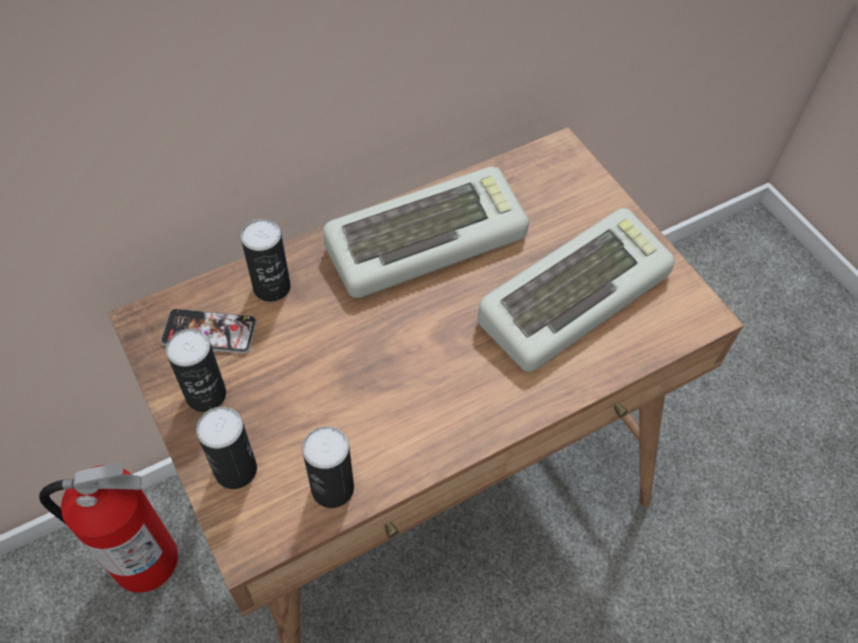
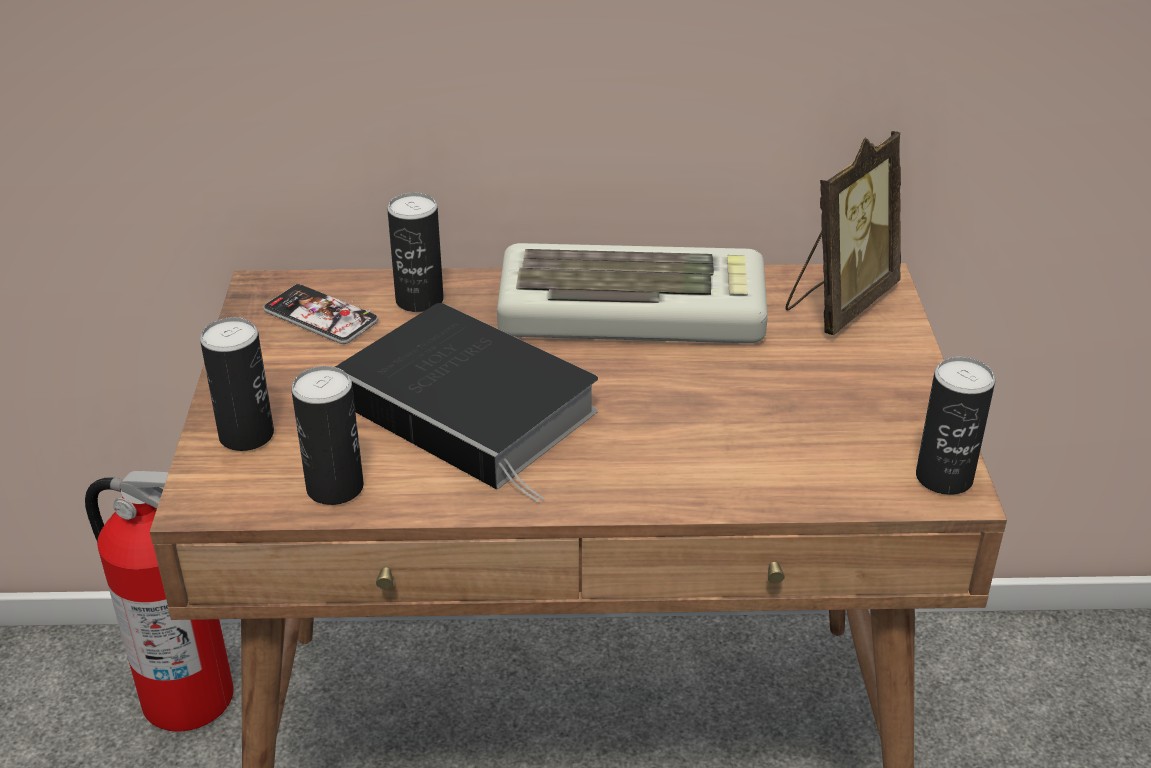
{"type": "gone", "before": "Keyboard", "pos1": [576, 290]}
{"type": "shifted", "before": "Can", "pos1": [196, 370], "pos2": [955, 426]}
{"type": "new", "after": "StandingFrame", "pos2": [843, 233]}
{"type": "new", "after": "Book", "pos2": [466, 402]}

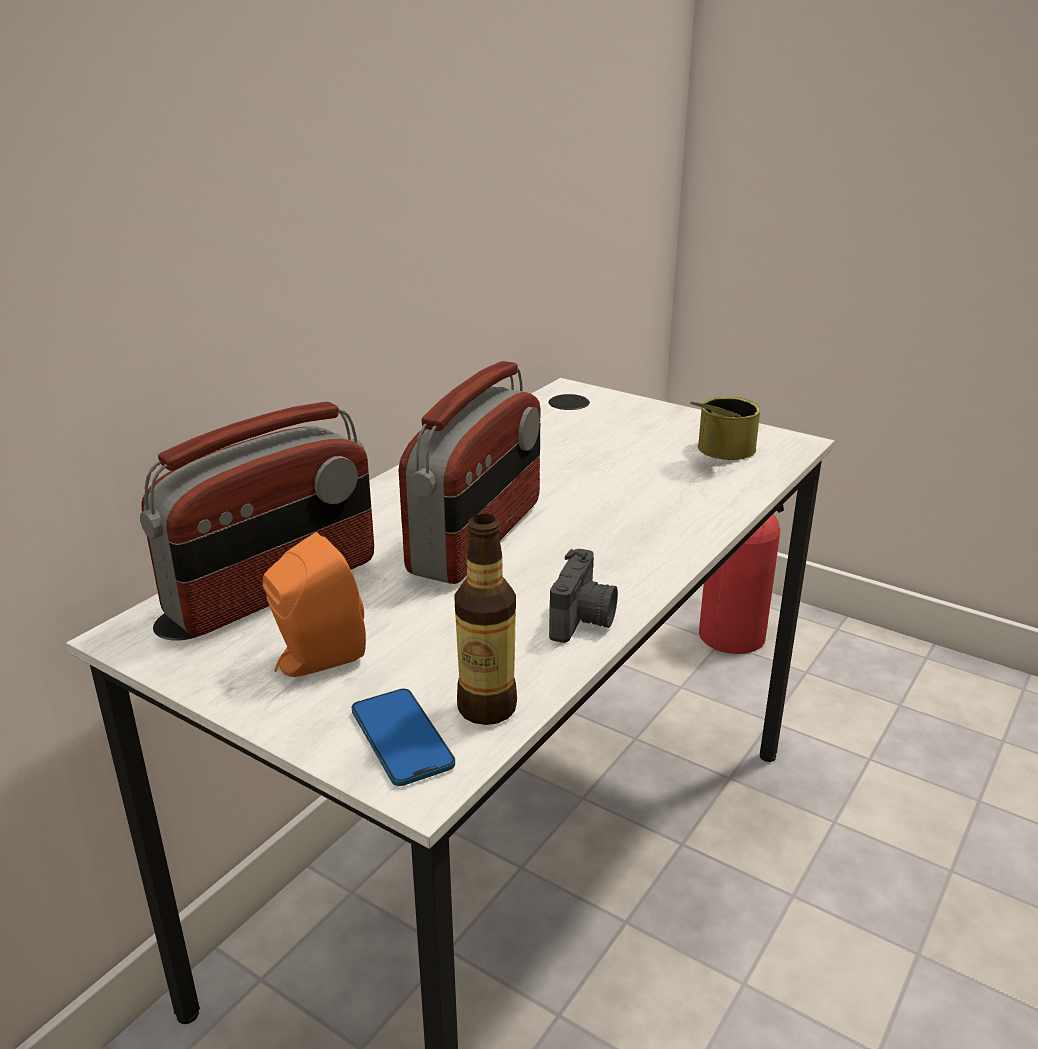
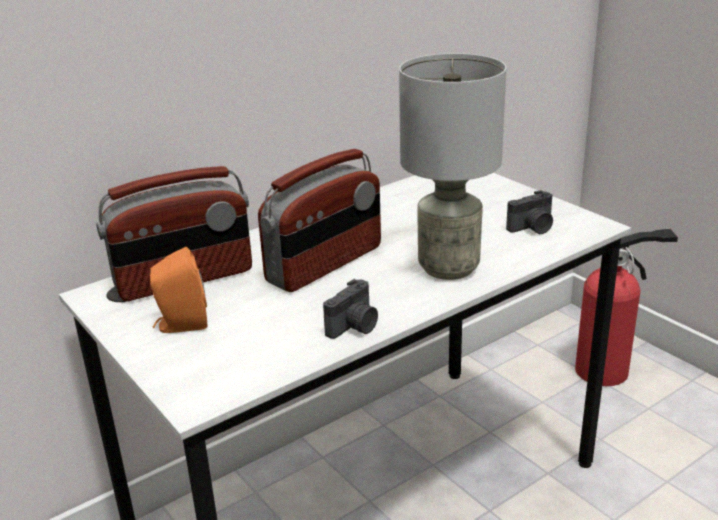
{"type": "swapped", "before": "Can", "after": "PhotoCamera", "pos1": [725, 428], "pos2": [529, 212]}
{"type": "gone", "before": "Bottle", "pos1": [485, 619]}
{"type": "gone", "before": "Handset", "pos1": [403, 737]}
{"type": "new", "after": "GreyishTableLamp", "pos2": [453, 166]}

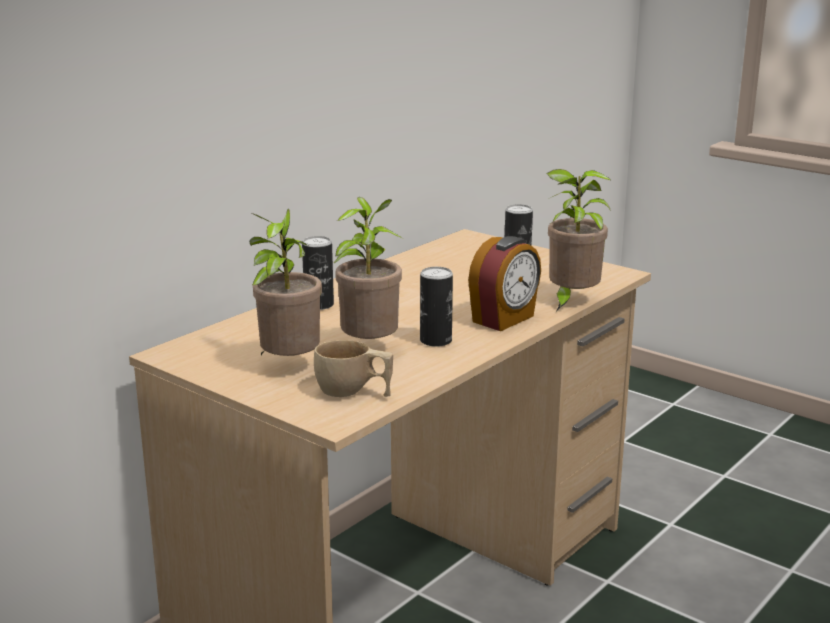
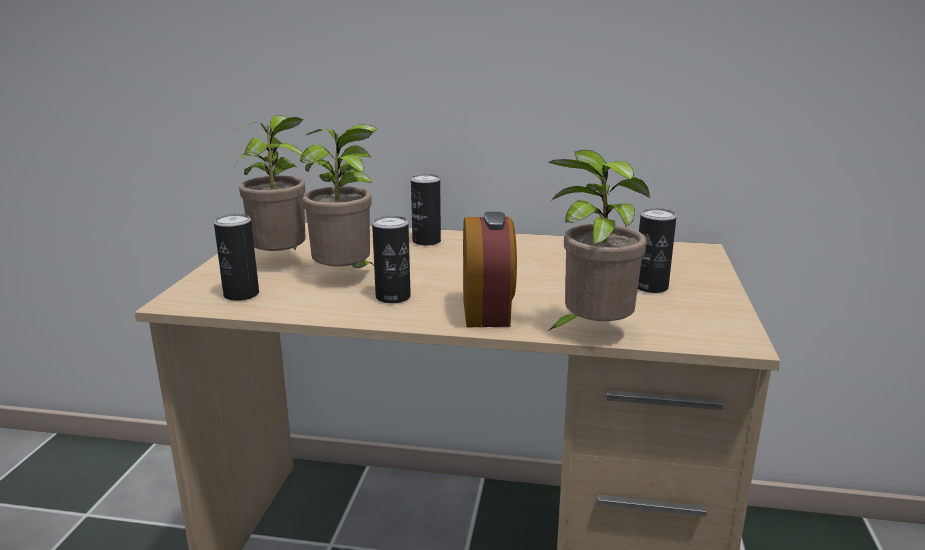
{"type": "rotated", "before": "TableClock", "pos1": [504, 283], "pos2": [490, 270], "turn": -105}
{"type": "swapped", "before": "BeigeSmallCup", "after": "Can", "pos1": [353, 368], "pos2": [236, 257]}

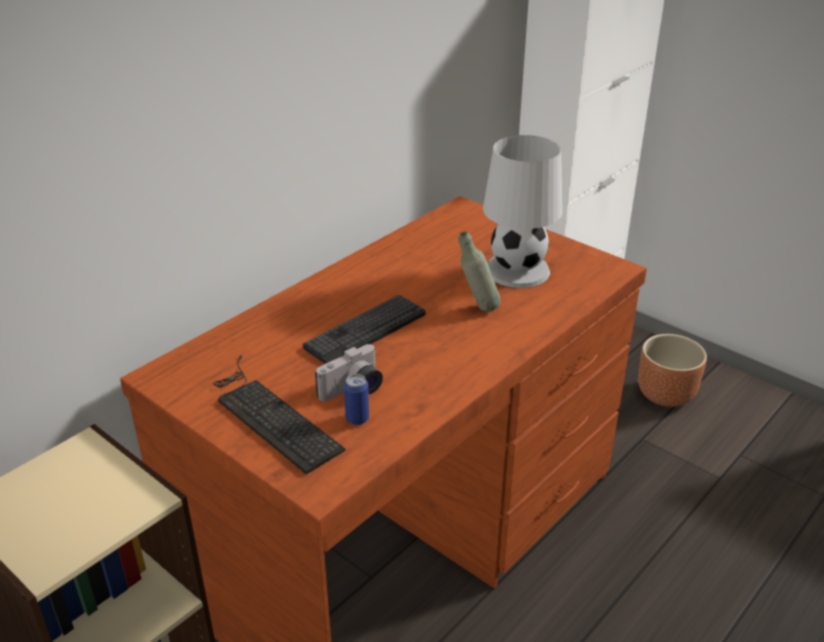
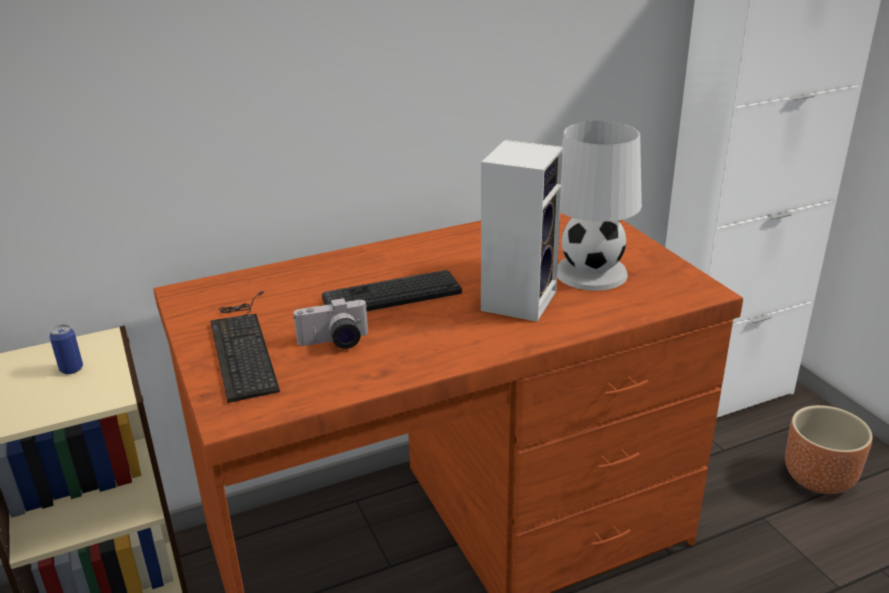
{"type": "swapped", "before": "GreyishBottle", "after": "AudioSpeaker", "pos1": [479, 271], "pos2": [522, 231]}
{"type": "shifted", "before": "Can", "pos1": [356, 399], "pos2": [66, 349]}

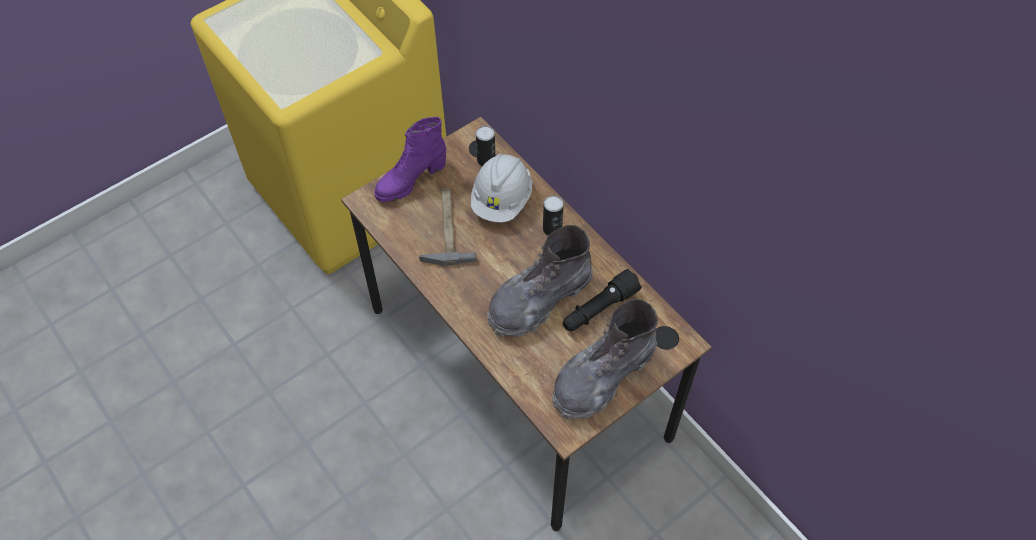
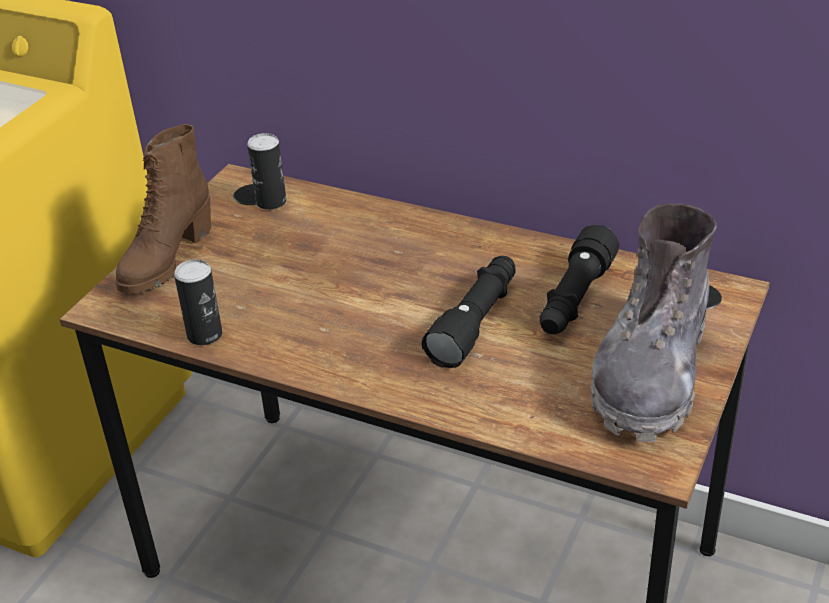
{"type": "repainted", "before": "PurplishBoot", "after": "BrownishBoot", "pos1": [410, 159], "pos2": [163, 209]}
{"type": "gone", "before": "WhiteWorkHelmet", "pos1": [501, 187]}
{"type": "gone", "before": "ToolHammer", "pos1": [448, 227]}
{"type": "shifted", "before": "Can", "pos1": [553, 215], "pos2": [198, 302]}
{"type": "swapped", "before": "GreyishBoot", "after": "BlackHandTorch", "pos1": [540, 281], "pos2": [469, 312]}

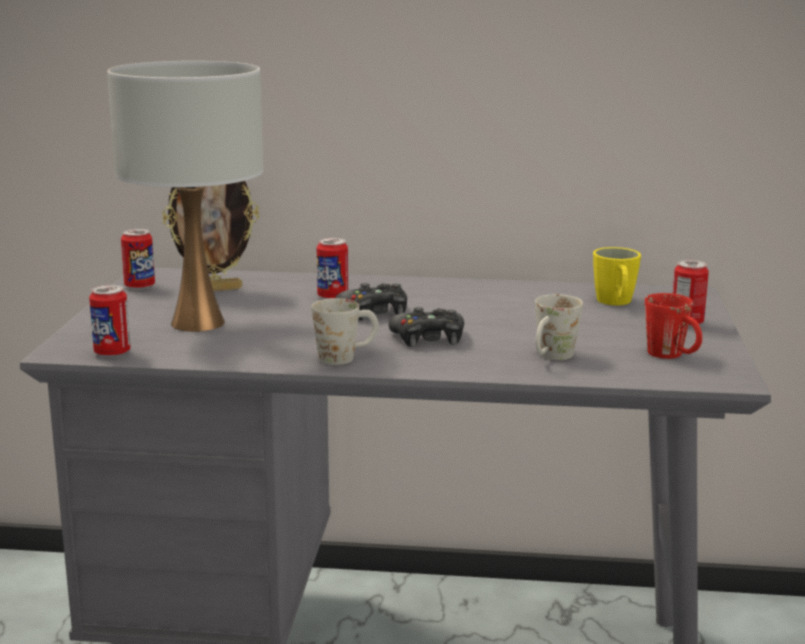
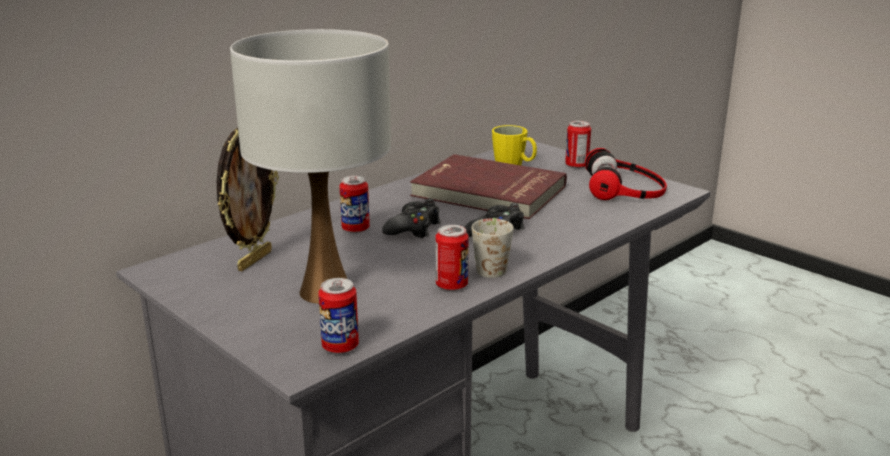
{"type": "shifted", "before": "Can", "pos1": [138, 259], "pos2": [452, 258]}
{"type": "swapped", "before": "RedColouredCoffeeMug", "after": "Headset", "pos1": [673, 326], "pos2": [626, 174]}
{"type": "gone", "before": "WhiteCoffeeMug", "pos1": [559, 327]}
{"type": "new", "after": "RedColouredBook", "pos2": [488, 186]}

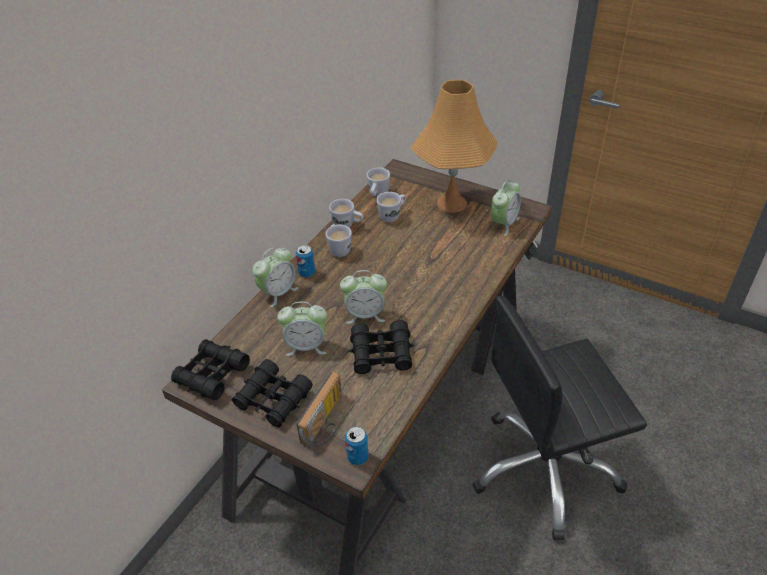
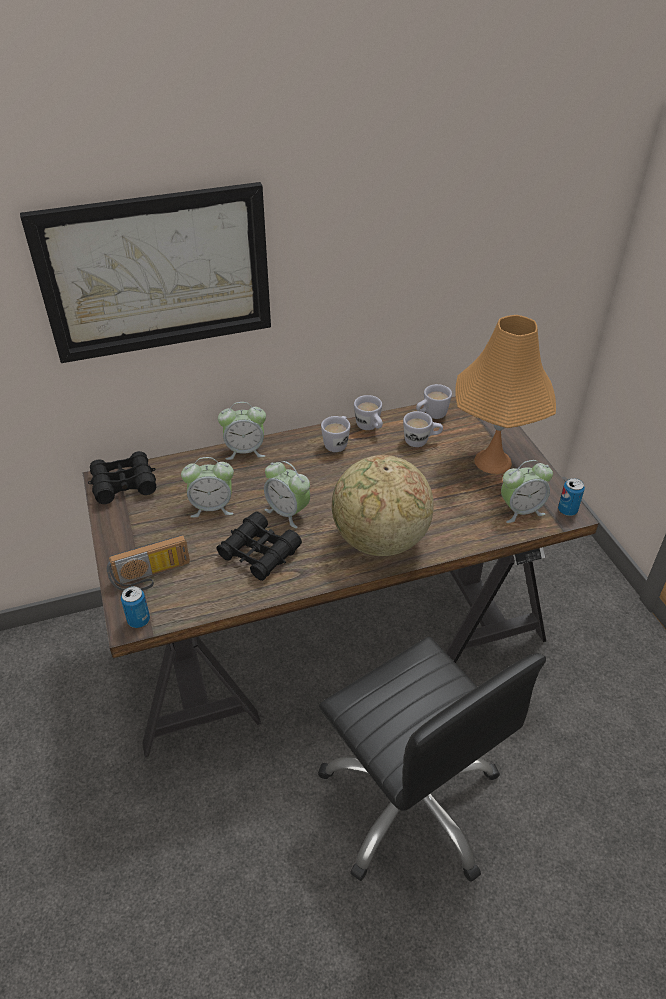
{"type": "shifted", "before": "Can", "pos1": [305, 261], "pos2": [571, 497]}
{"type": "rotated", "before": "BlackComputerChair", "pos1": [559, 418], "pos2": [432, 759], "turn": -150}
{"type": "rotated", "before": "TableClock", "pos1": [302, 328], "pos2": [207, 487], "turn": -45}
{"type": "gone", "before": "BlackBinoculars", "pos1": [272, 393]}
{"type": "new", "after": "Picture", "pos2": [145, 272]}
{"type": "new", "after": "DeskGlobe", "pos2": [383, 505]}

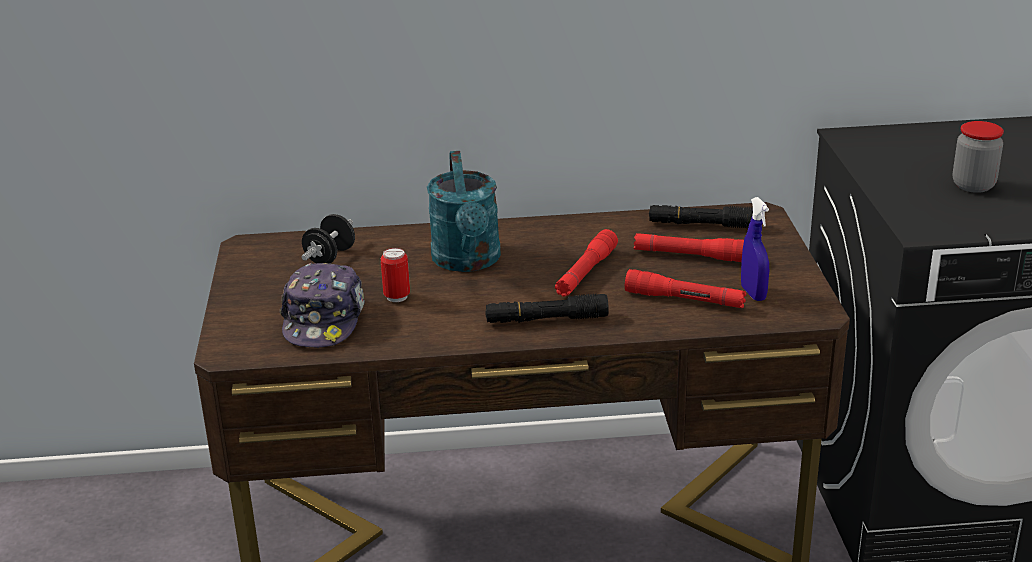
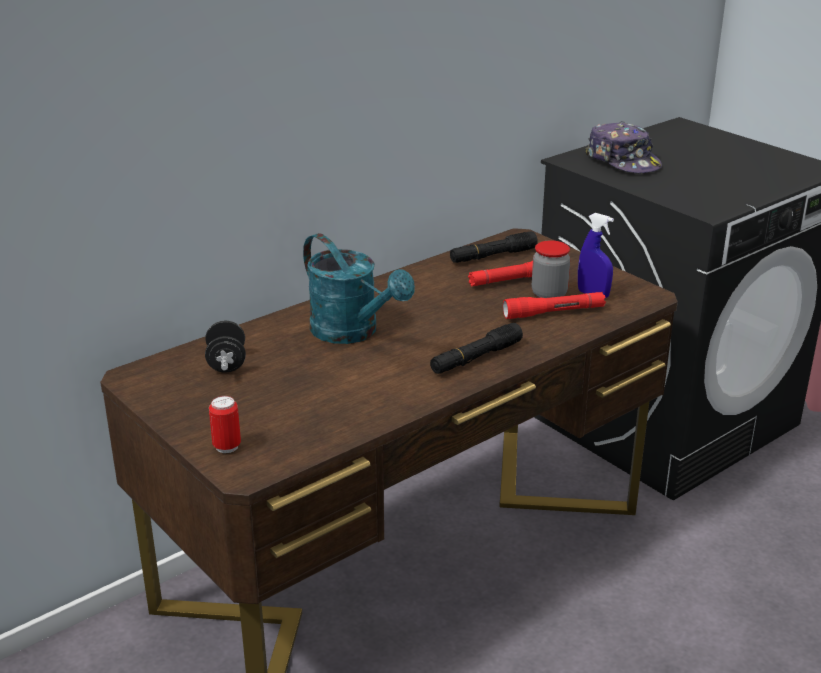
{"type": "shifted", "before": "Jar", "pos1": [978, 157], "pos2": [551, 269]}
{"type": "gone", "before": "RedColouredHandTorch", "pos1": [586, 263]}
{"type": "shifted", "before": "Can", "pos1": [395, 275], "pos2": [225, 424]}
{"type": "shifted", "before": "BaseballCap", "pos1": [322, 305], "pos2": [623, 147]}

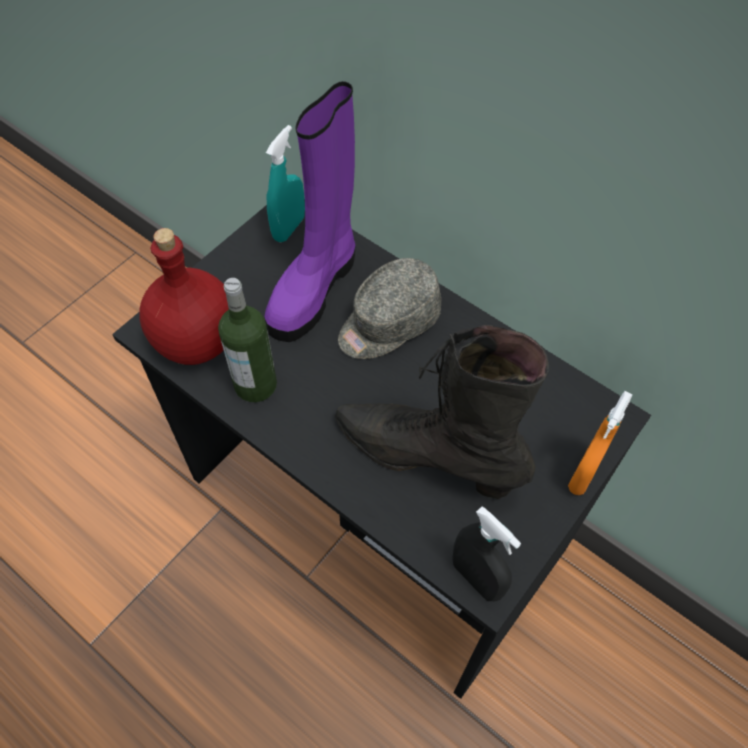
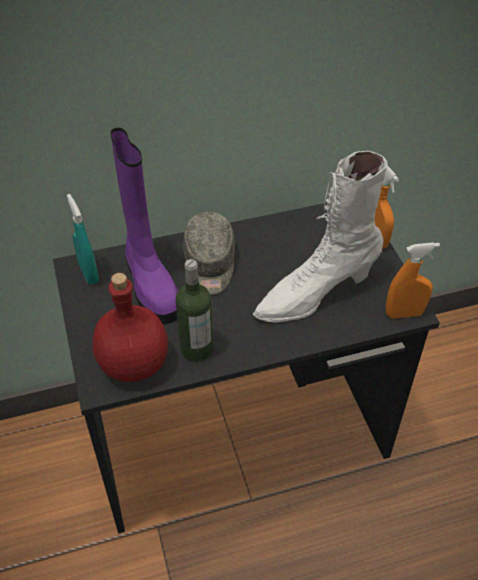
{"type": "repainted", "before": "BlackBoot", "after": "WhiteBoot", "pos1": [442, 412], "pos2": [320, 237]}
{"type": "repainted", "before": "BlackSprayBottle", "after": "OrangeSprayBottle", "pos1": [486, 553], "pos2": [413, 280]}

